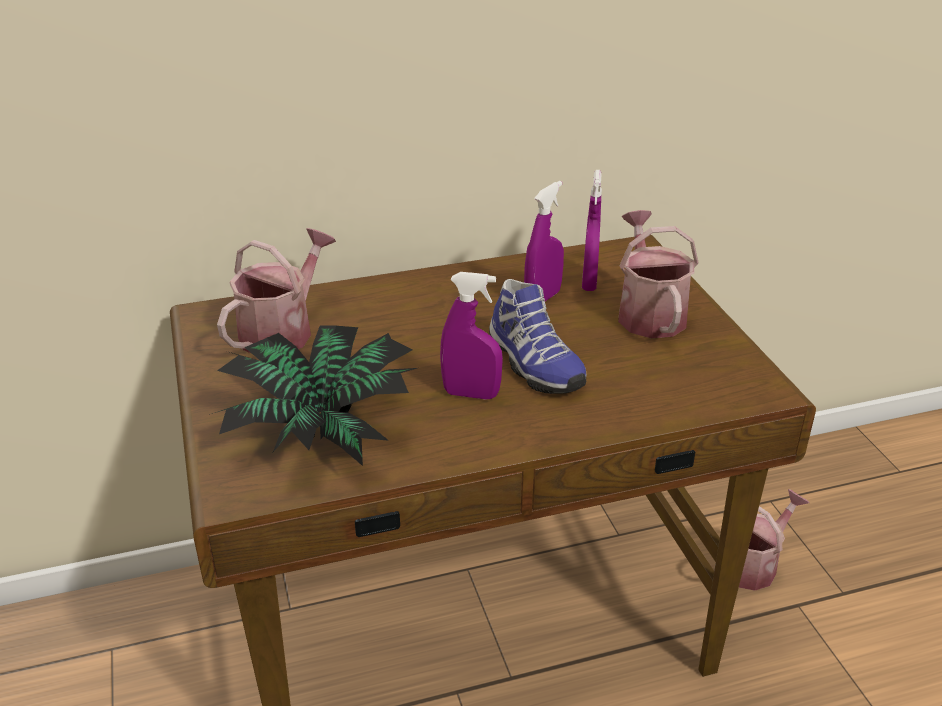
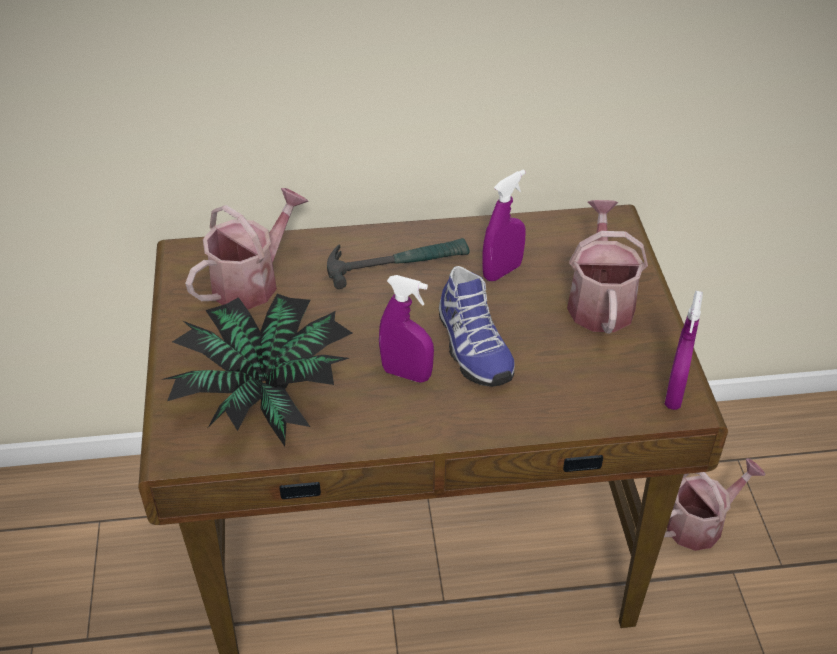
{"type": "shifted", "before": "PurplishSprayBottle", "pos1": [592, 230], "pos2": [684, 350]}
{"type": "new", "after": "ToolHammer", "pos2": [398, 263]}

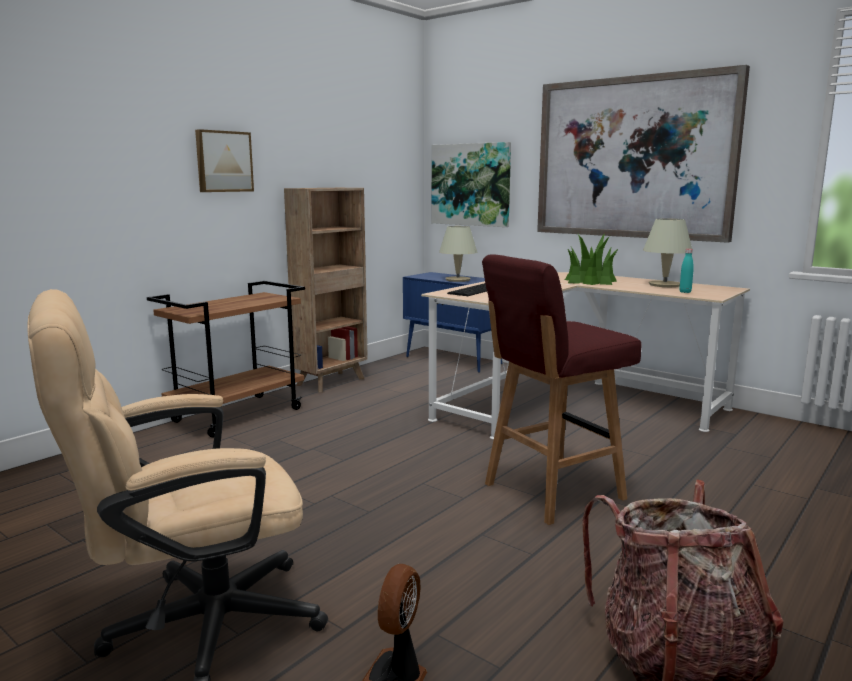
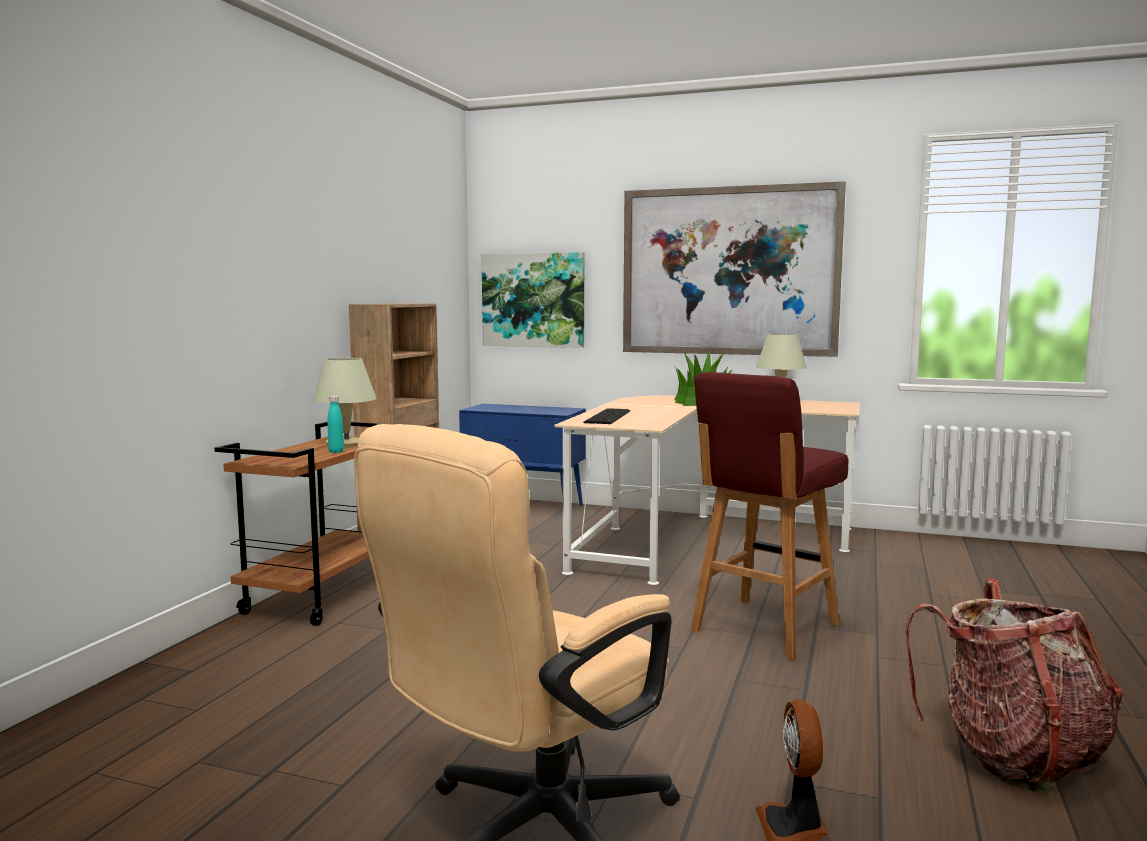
{"type": "gone", "before": "Picture", "pos1": [224, 160]}
{"type": "shifted", "before": "BeigeTableLamp", "pos1": [458, 254], "pos2": [345, 402]}
{"type": "shifted", "before": "TurquoiseBottle", "pos1": [686, 271], "pos2": [335, 424]}

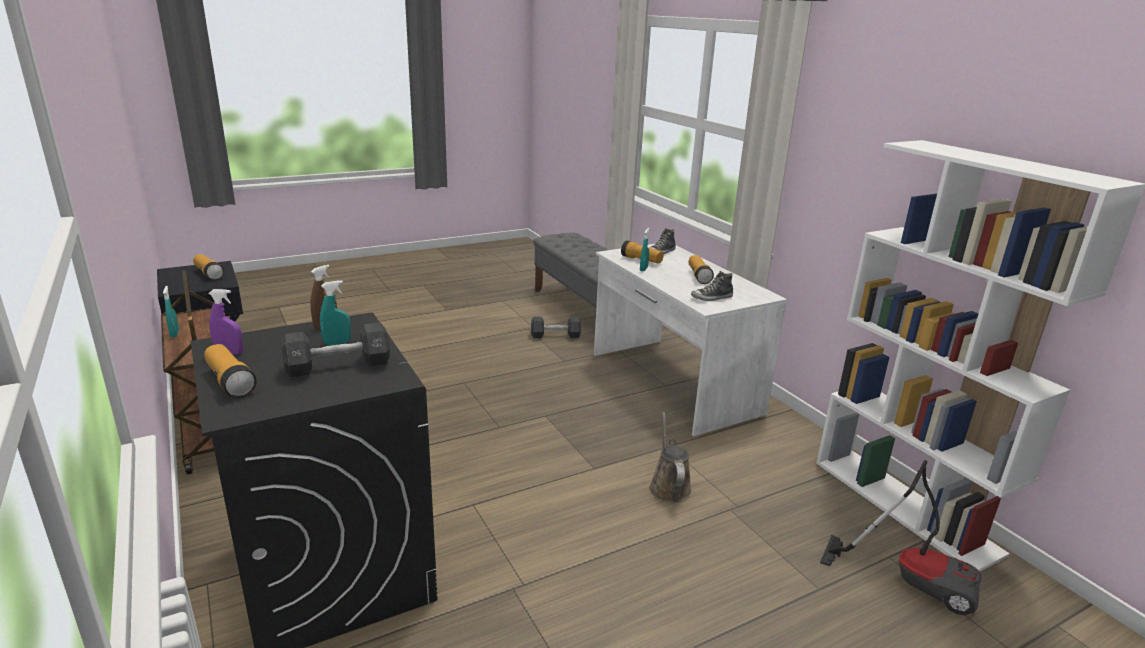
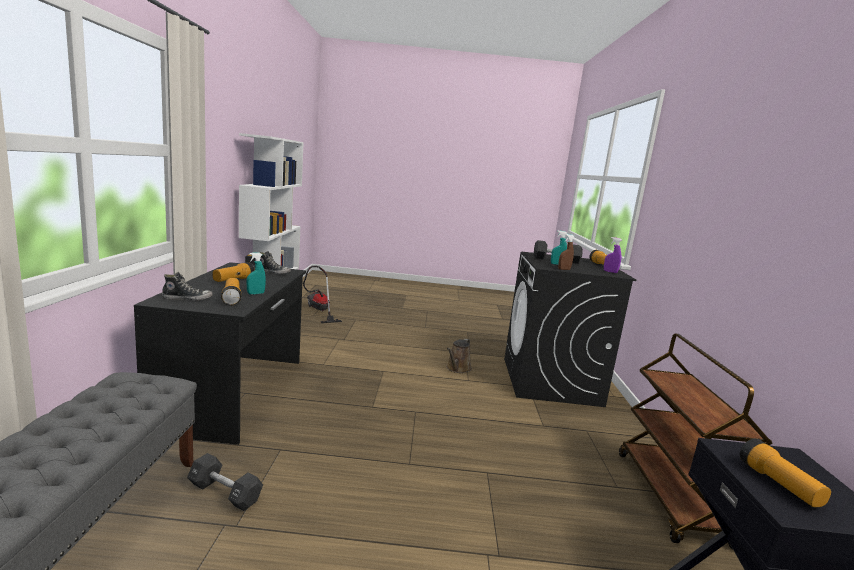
{"type": "repainted", "before": "WhiteDeskUnit", "after": "BlackDeskUnit", "pos1": [690, 340], "pos2": [220, 353]}
{"type": "gone", "before": "TurquoiseSprayBottle", "pos1": [171, 311]}
{"type": "shifted", "before": "BrownishSprinklingCan", "pos1": [670, 457], "pos2": [459, 355]}

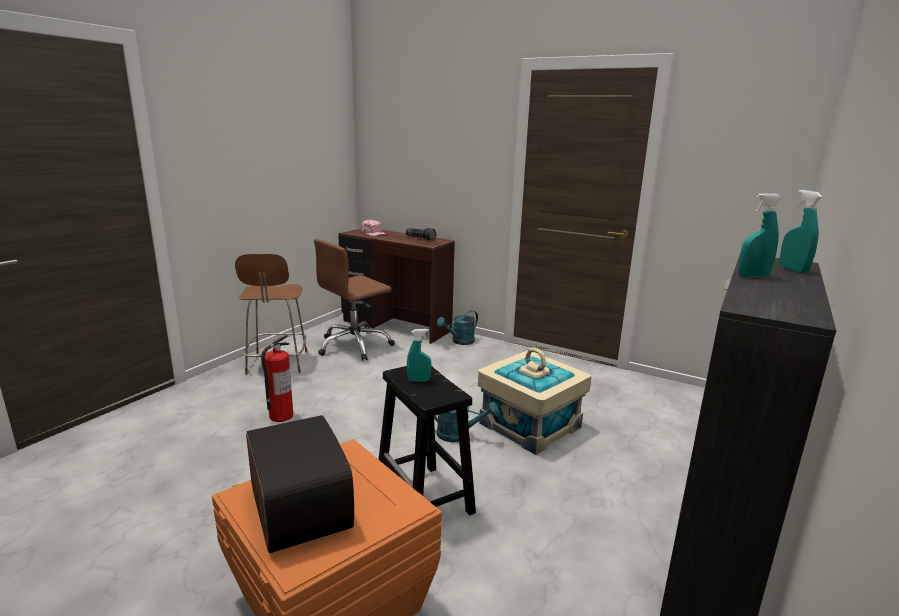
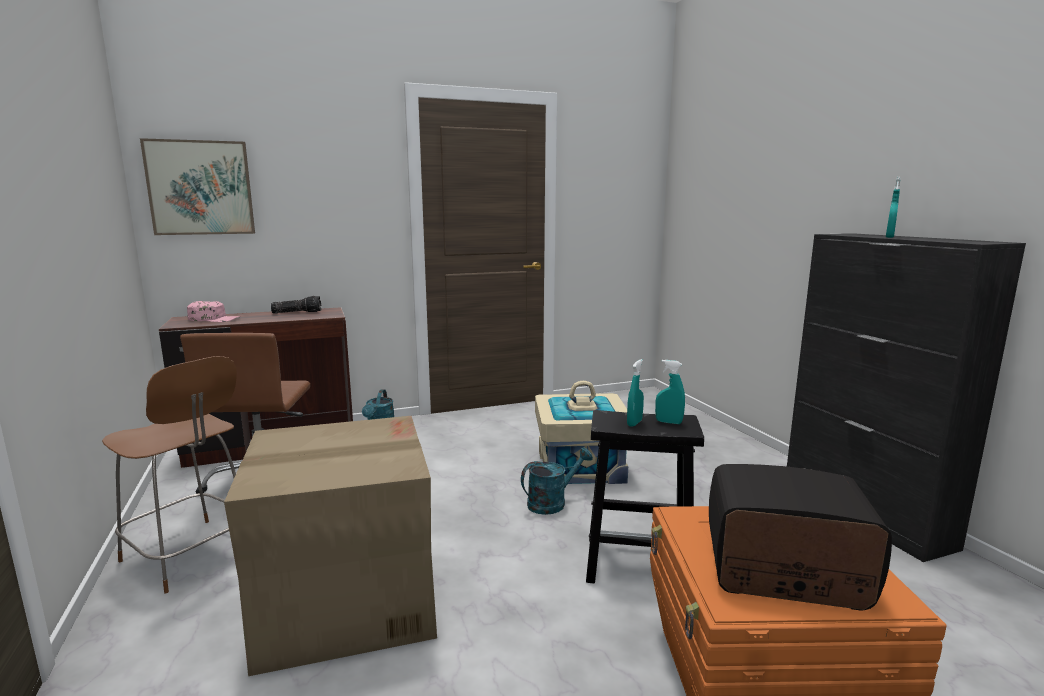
{"type": "shifted", "before": "TurquoiseSprayBottle", "pos1": [801, 231], "pos2": [670, 392]}
{"type": "swapped", "before": "FireExtinguisher", "after": "Carton", "pos1": [277, 378], "pos2": [330, 546]}
{"type": "new", "after": "Picture", "pos2": [197, 186]}

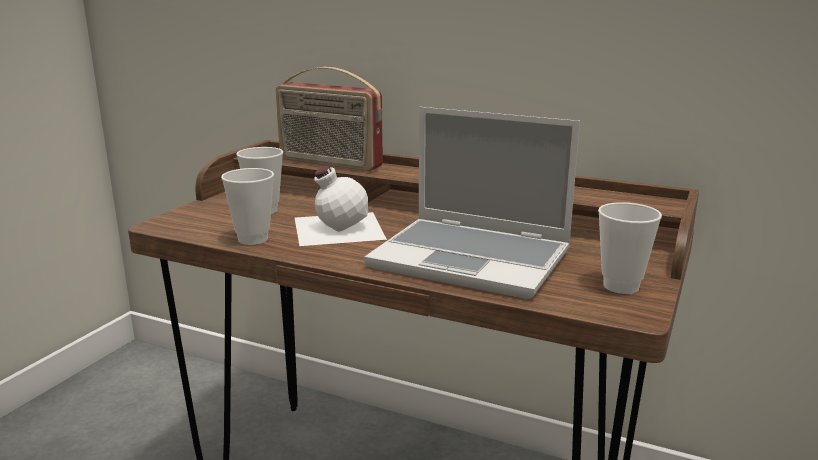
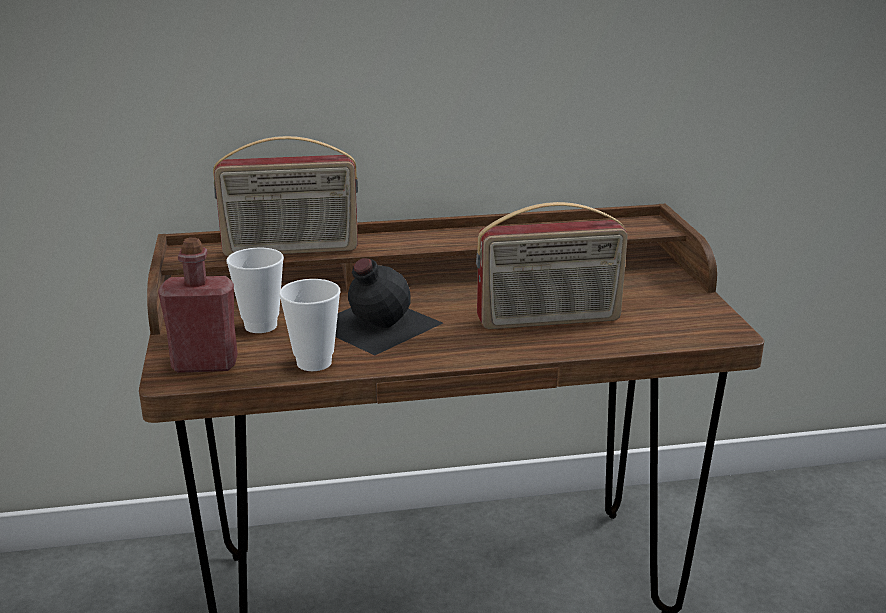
{"type": "swapped", "before": "PortableComputer", "after": "RadioReceiver", "pos1": [472, 203], "pos2": [552, 265]}
{"type": "repainted", "before": "WhiteBottle", "after": "BlackBottle", "pos1": [341, 206], "pos2": [389, 306]}
{"type": "gone", "before": "SmallCup", "pos1": [630, 248]}
{"type": "new", "after": "RedColouredBottle", "pos2": [198, 305]}

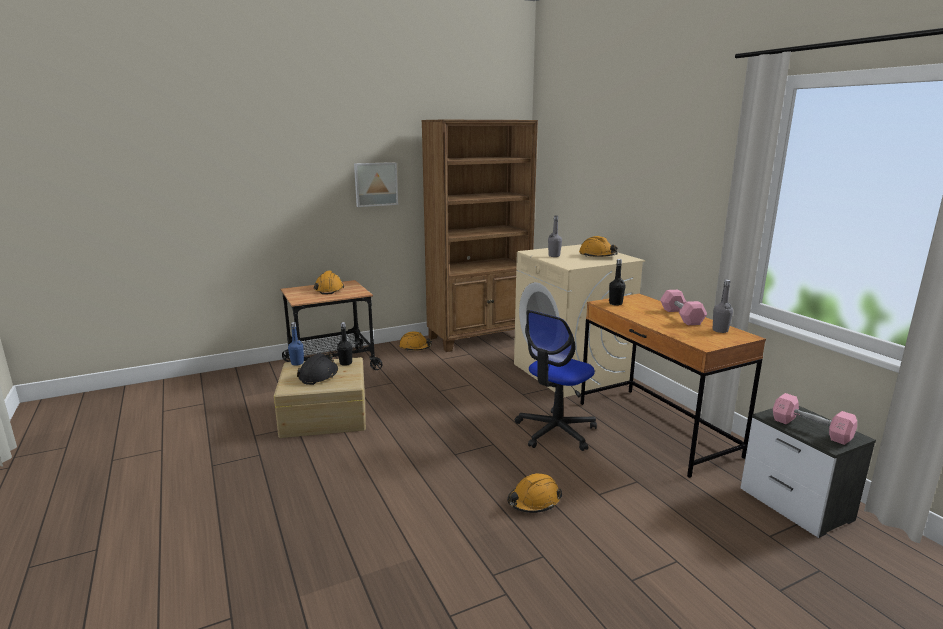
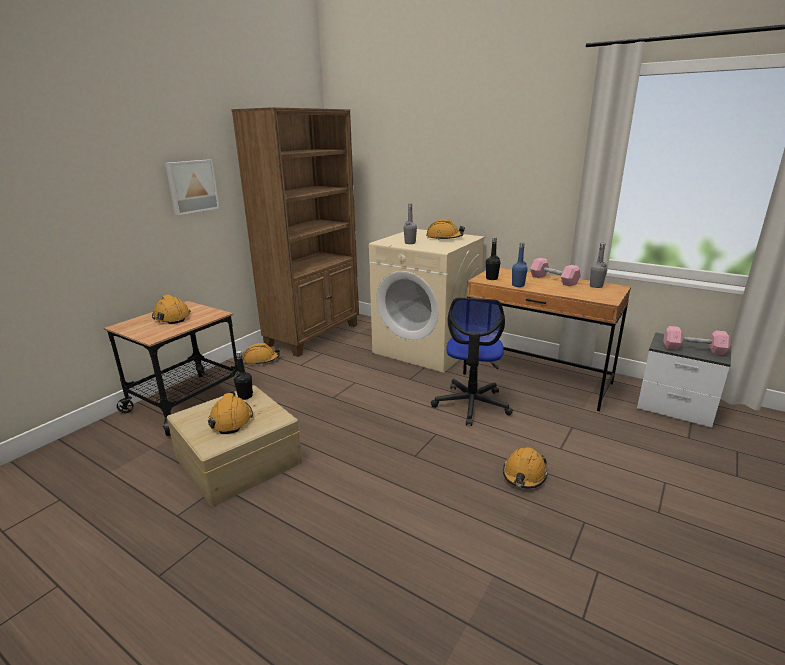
{"type": "shifted", "before": "BlueColouredBottle", "pos1": [296, 344], "pos2": [520, 264]}
{"type": "repainted", "before": "BlackWorkHelmet", "after": "OrangeWorkHelmet", "pos1": [317, 369], "pos2": [230, 412]}

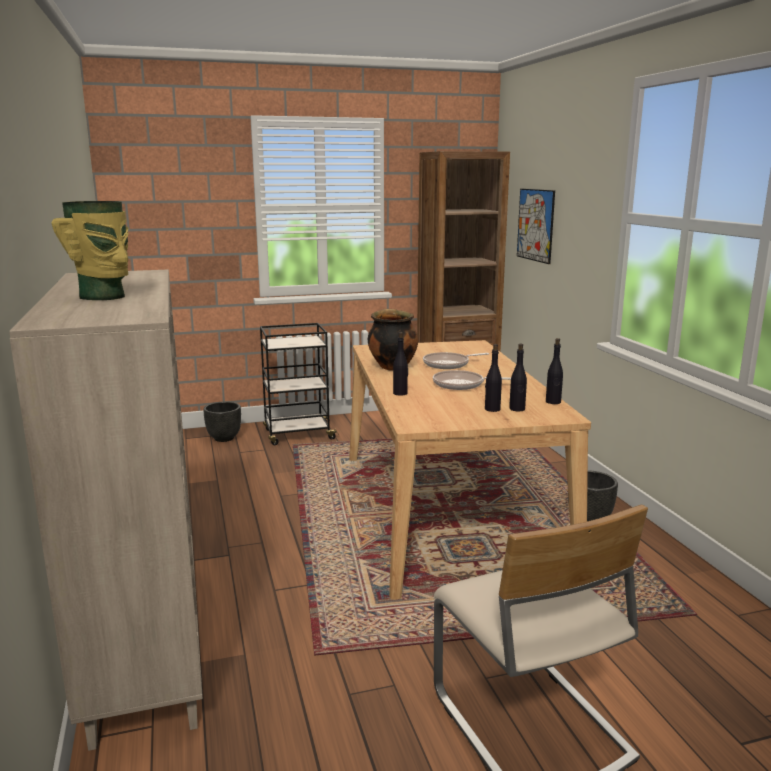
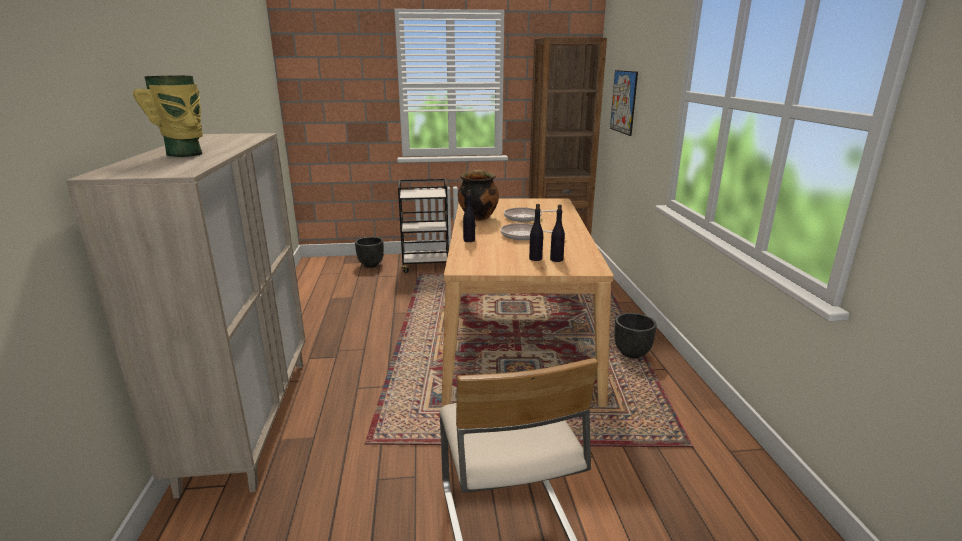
{"type": "gone", "before": "BlackBottle", "pos1": [554, 371]}

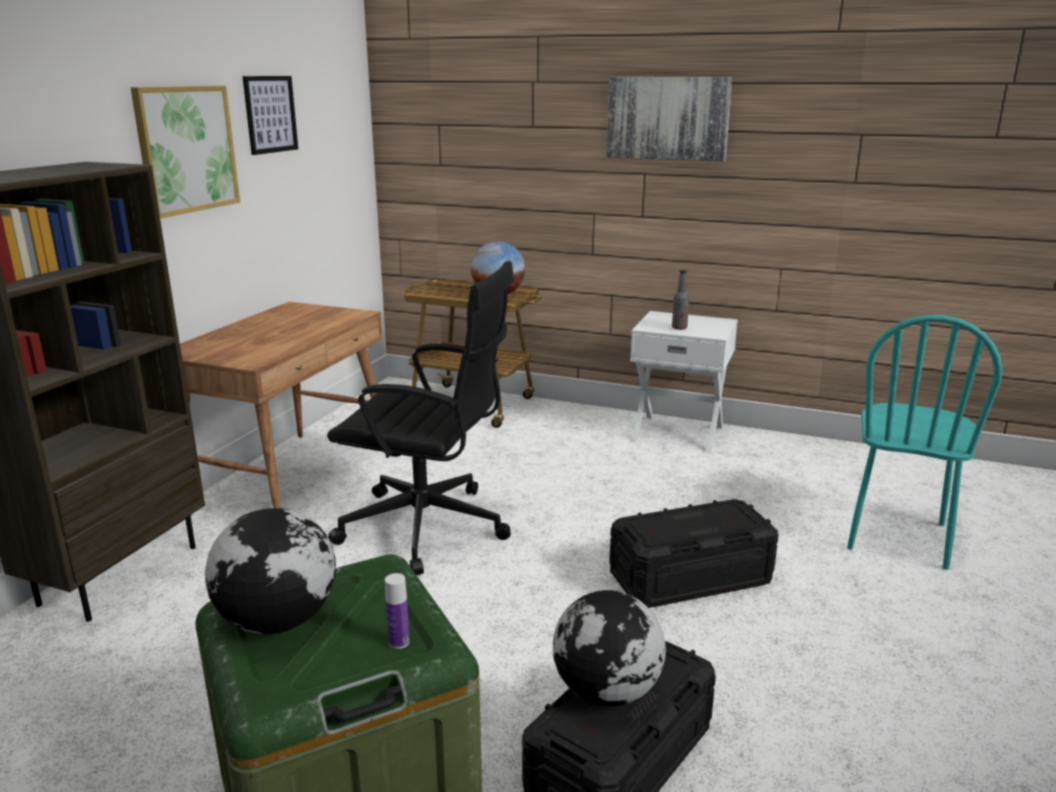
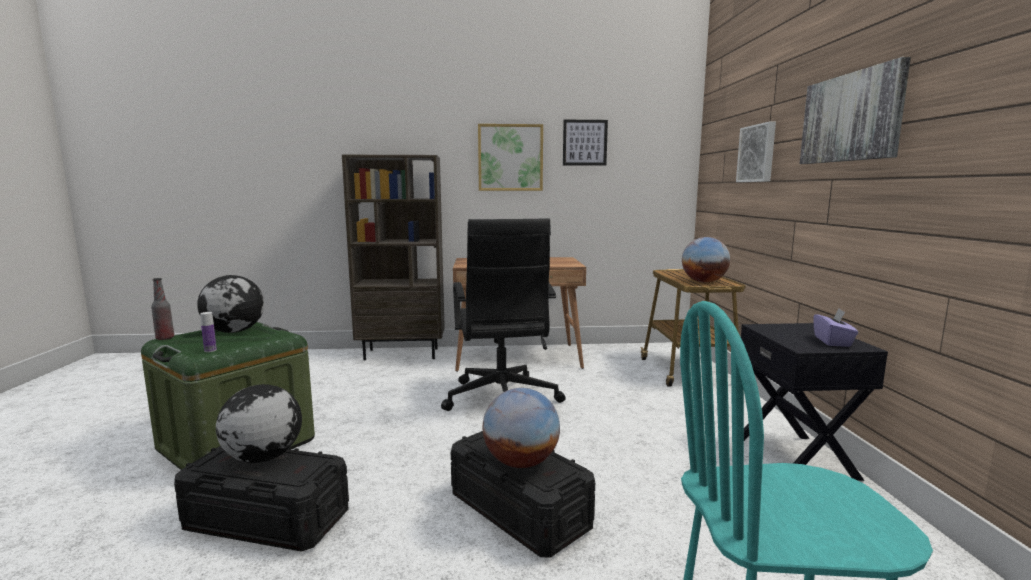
{"type": "shifted", "before": "Bottle", "pos1": [680, 300], "pos2": [162, 309]}
{"type": "repainted", "before": "WhiteNightTable", "after": "BlackNightTable", "pos1": [684, 382], "pos2": [814, 402]}
{"type": "new", "after": "Picture", "pos2": [756, 152]}
{"type": "new", "after": "PurplishBoxOfTissues", "pos2": [835, 328]}
{"type": "new", "after": "DeskGlobe", "pos2": [521, 428]}

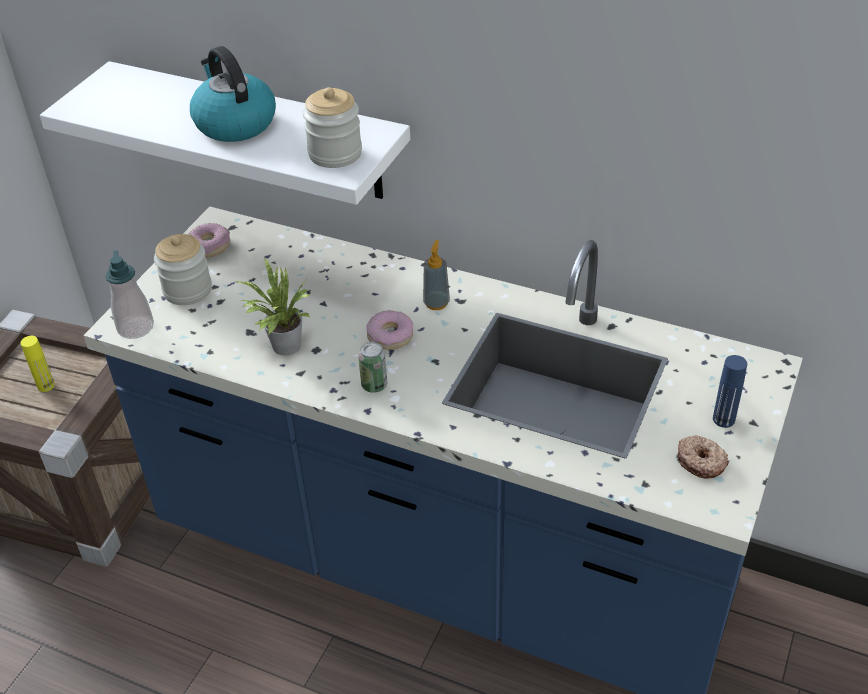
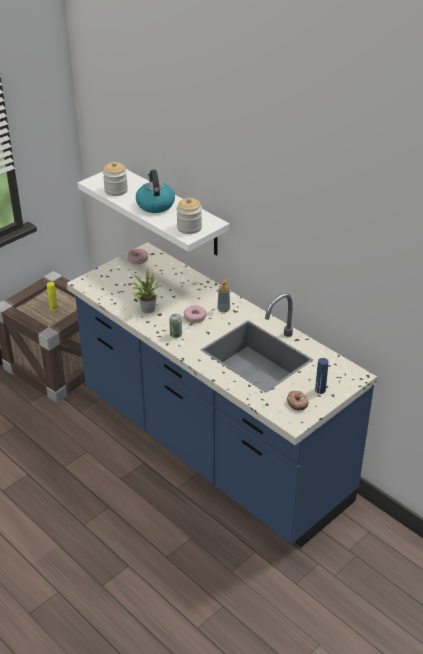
{"type": "shifted", "before": "Jar", "pos1": [183, 269], "pos2": [115, 179]}
{"type": "gone", "before": "SoapDispenser", "pos1": [129, 294]}

